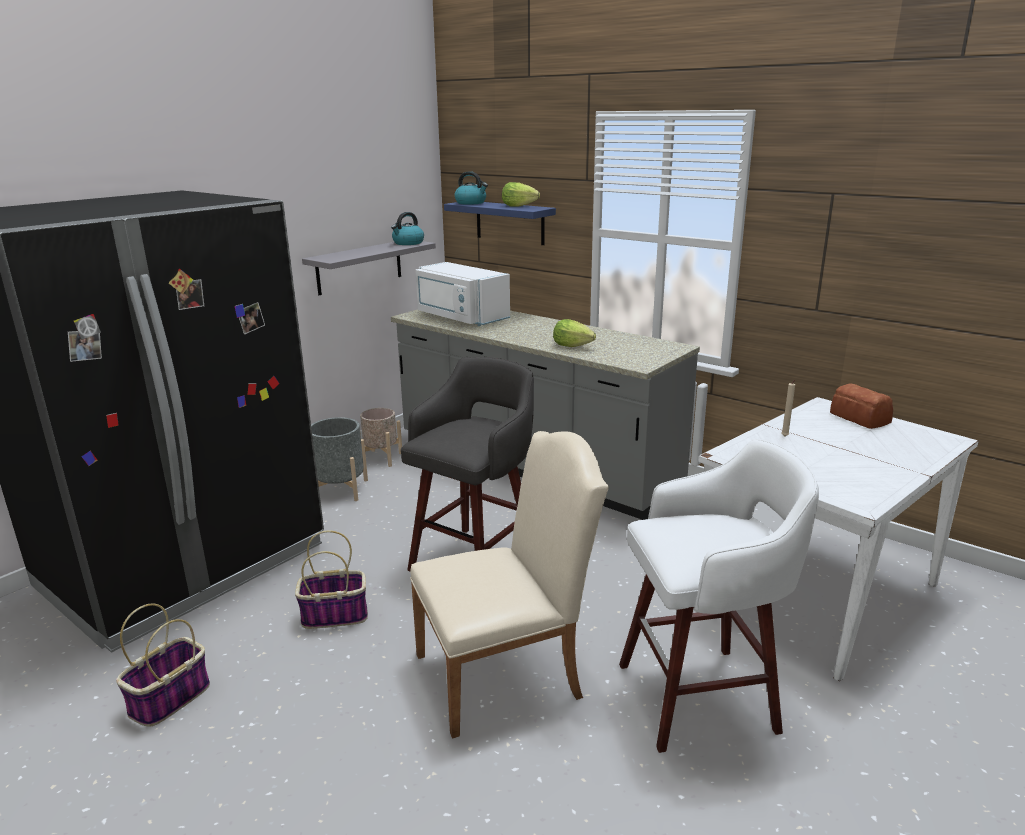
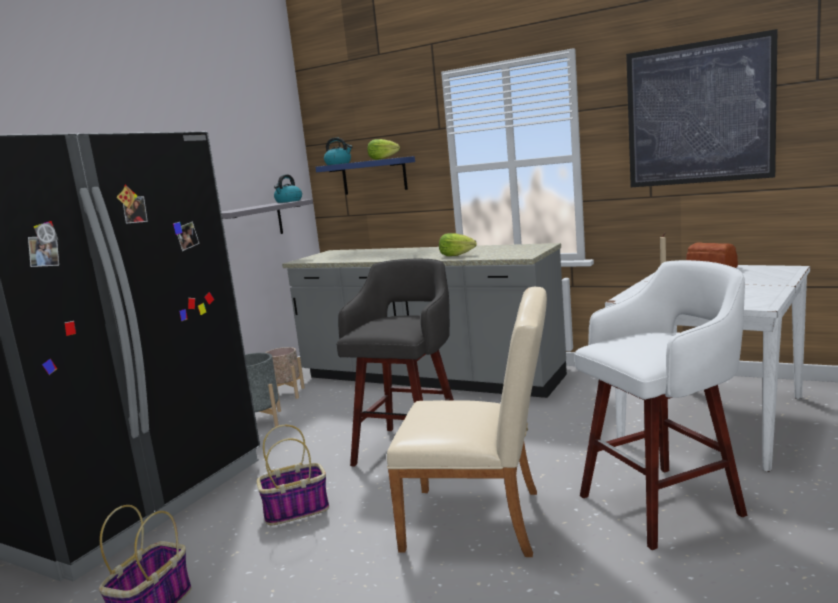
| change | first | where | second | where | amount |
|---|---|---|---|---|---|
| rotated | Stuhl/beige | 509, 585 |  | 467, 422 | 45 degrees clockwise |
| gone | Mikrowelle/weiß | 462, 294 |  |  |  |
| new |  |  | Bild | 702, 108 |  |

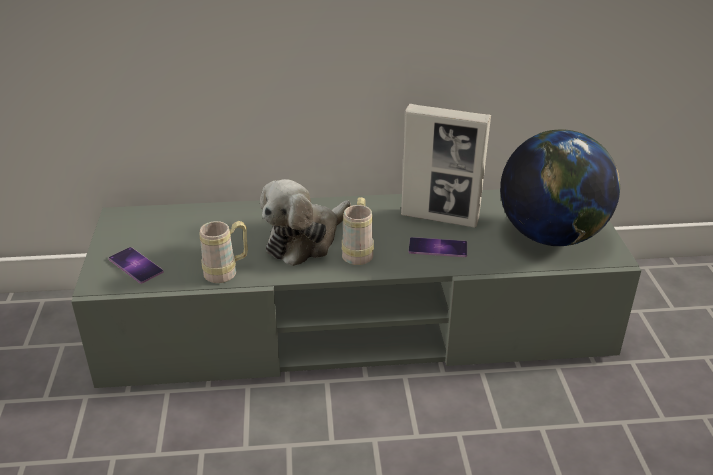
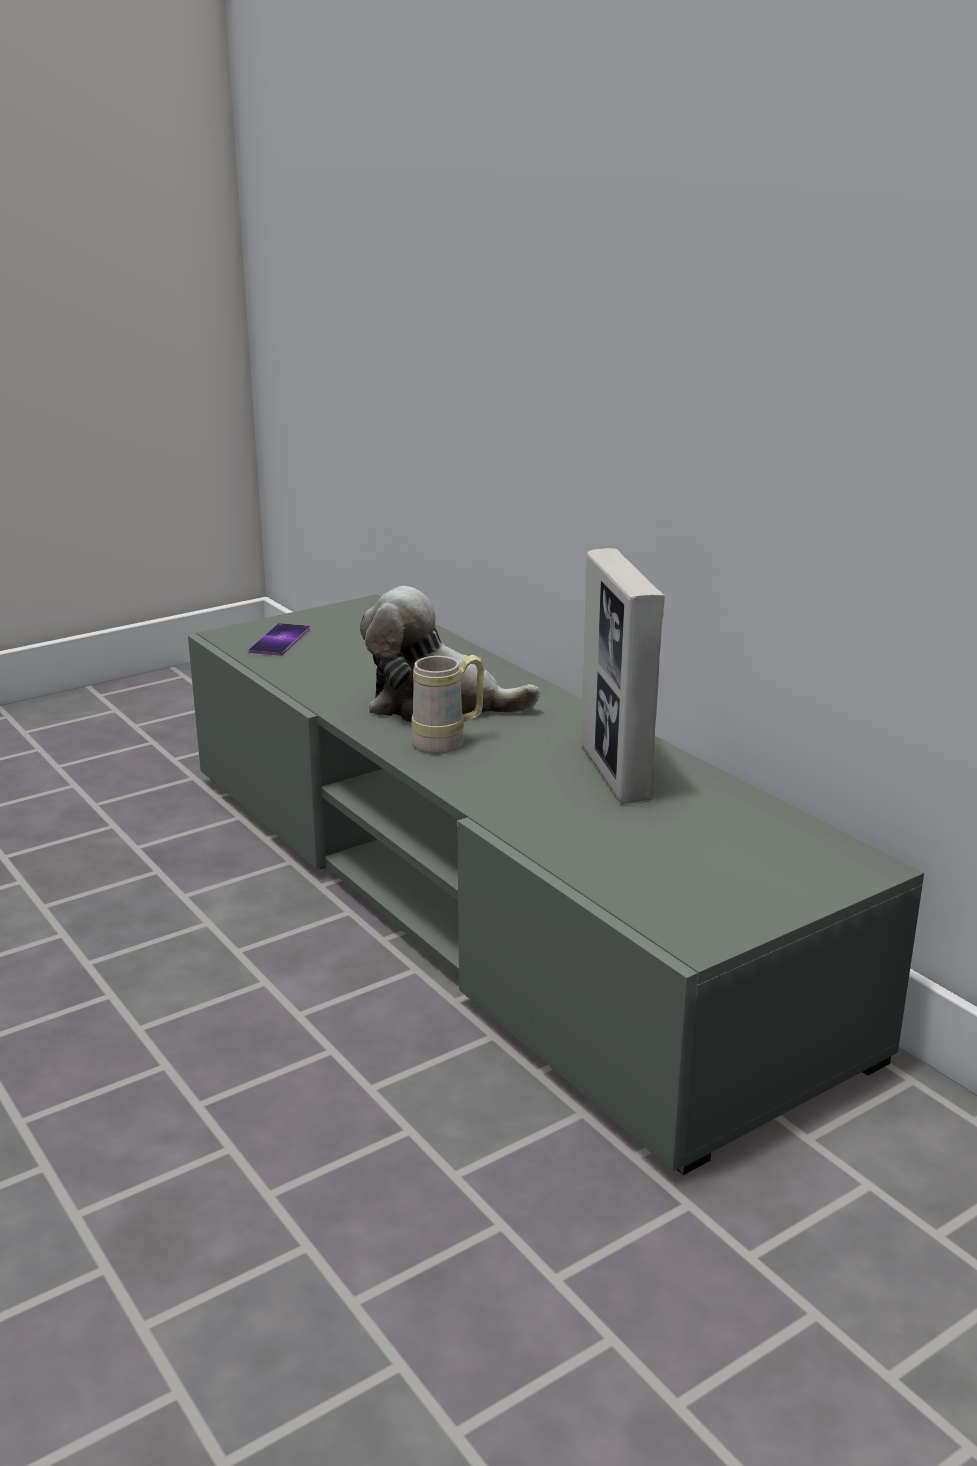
| change | first | where | second | where | amount |
|---|---|---|---|---|---|
| gone | Henkelbecher/beige | 223, 252 |  |  |  |
| gone | Handy | 438, 247 |  |  |  |
| gone | Globus | 560, 187 |  |  |  |

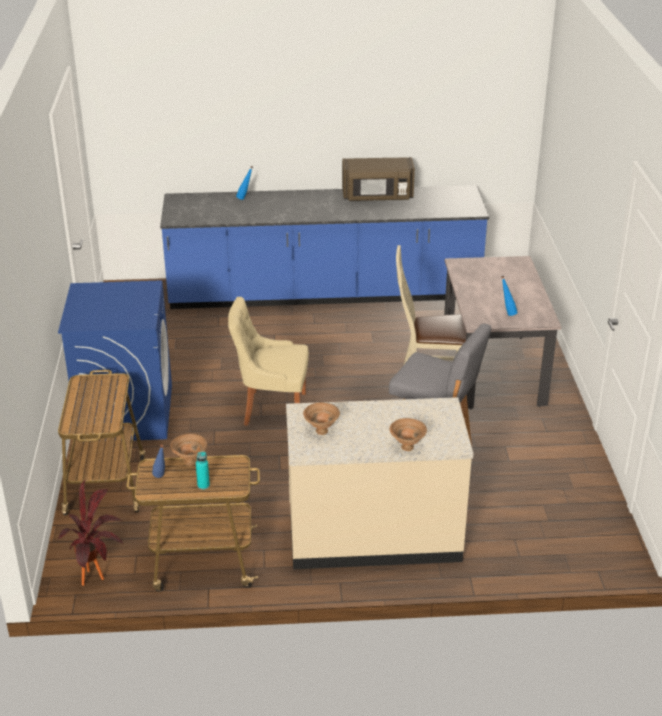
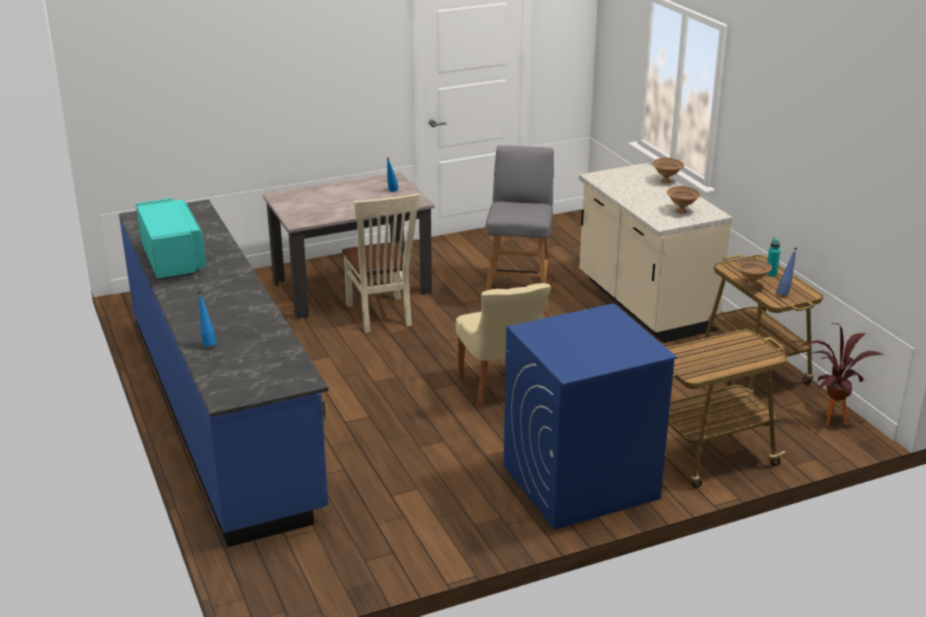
| change | first | where | second | where | amount |
|---|---|---|---|---|---|
| repainted | Mikrowelle/braun | 378, 179 | Mikrowelle/türkis | 171, 239 |  |

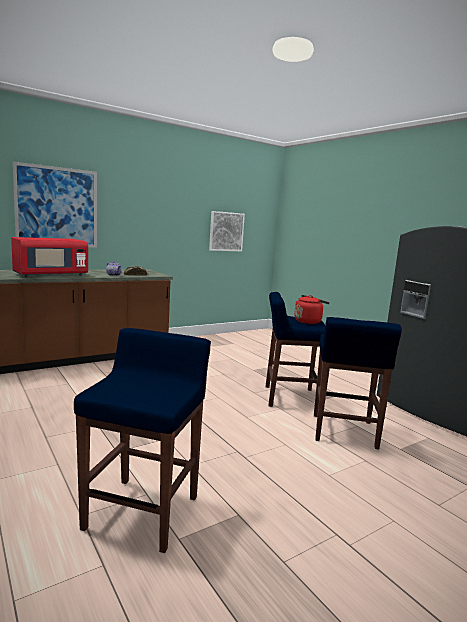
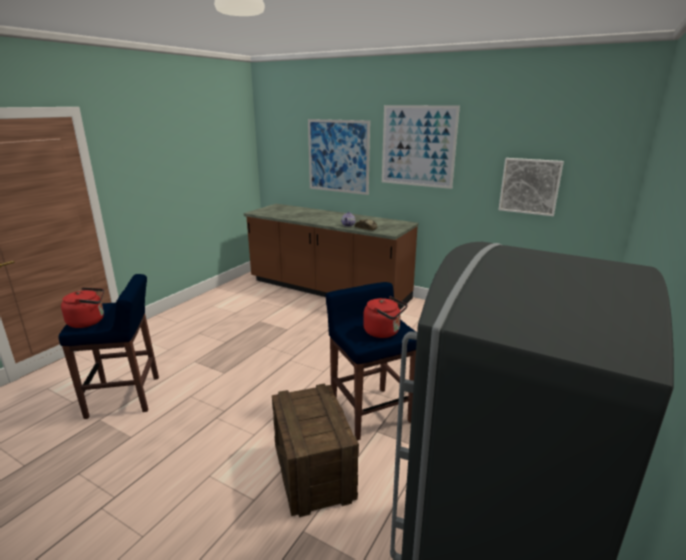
| change | first | where | second | where | amount |
|---|---|---|---|---|---|
| gone | Mikrowelle/rot | 49, 257 |  |  |  |
| swapped | Hocker/blau | 358, 383 | Kiste | 315, 450 |  |
| new |  |  | Wasserkessel/rot | 82, 307 |  |
| new |  |  | Bild | 421, 147 |  |

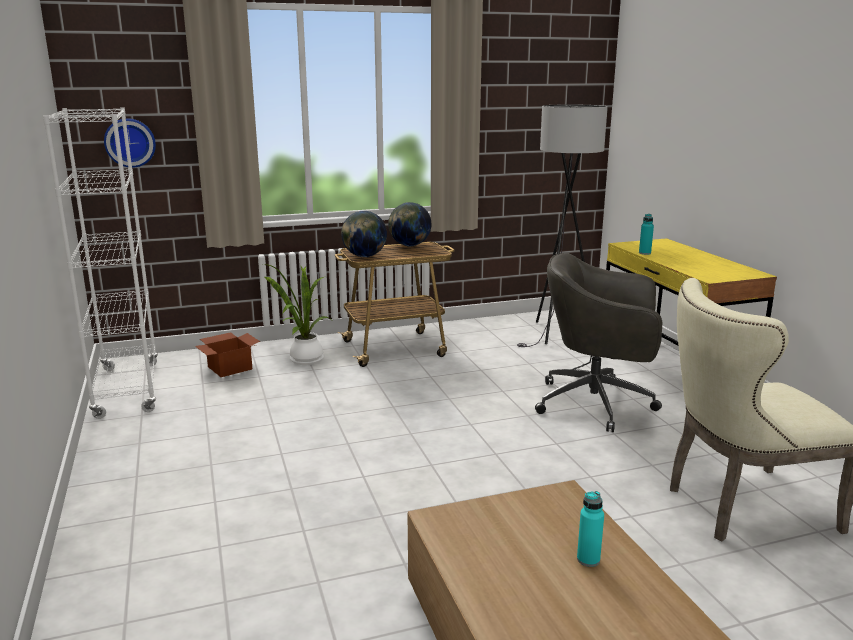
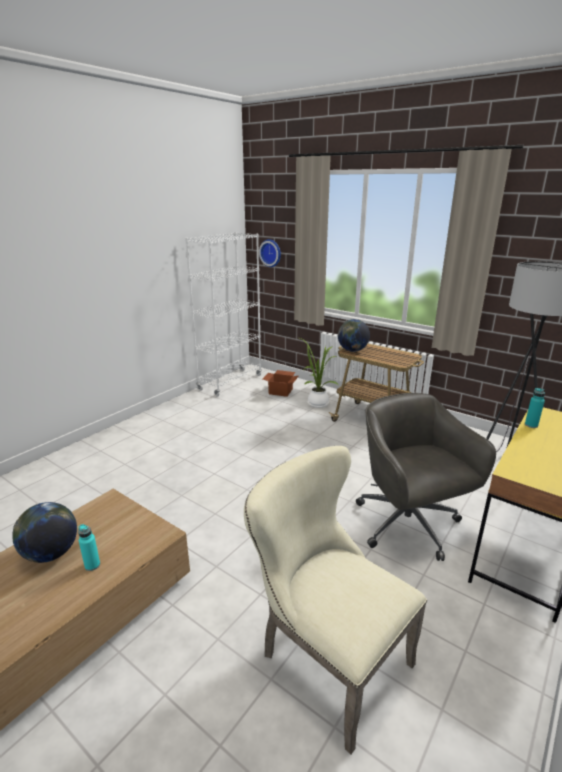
| change | first | where | second | where | amount |
|---|---|---|---|---|---|
| shifted | Globus | 409, 224 |  | 44, 532 |  |

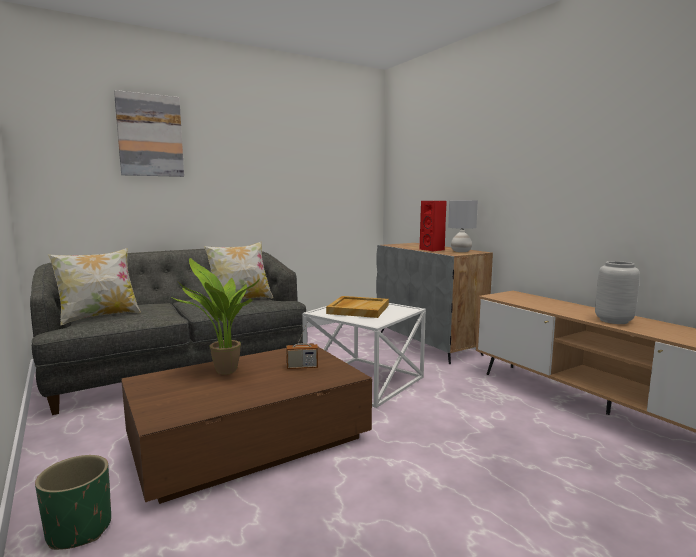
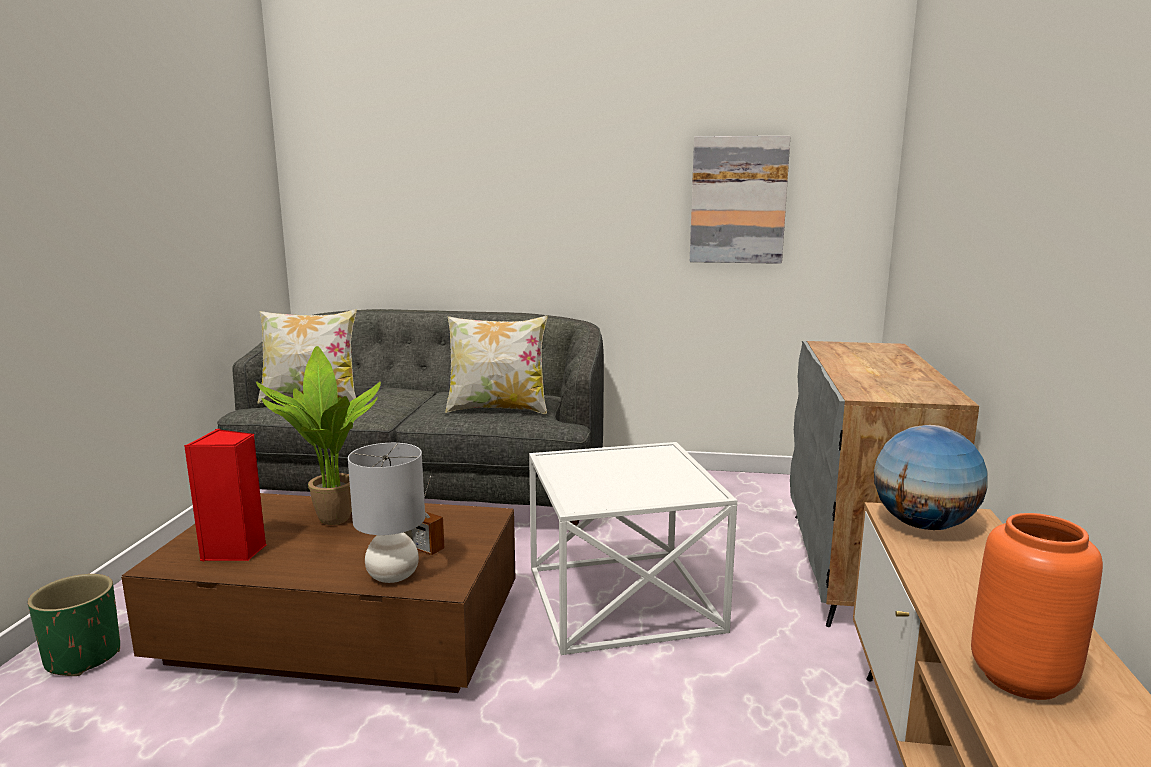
| change | first | where | second | where | amount |
|---|---|---|---|---|---|
| shifted | Bild | 149, 133 |  | 740, 200 |  |
| gone | Tablett/beige | 357, 307 |  |  |  |
| shifted | Lautsprecher/rot | 433, 226 |  | 225, 495 |  |
| shifted | Tischlampe/grau | 463, 226 |  | 386, 513 |  |
| repainted | Vase/grau | 617, 292 | Vase/orange | 1037, 606 |  |
| new |  |  | Globus | 931, 477 |  |

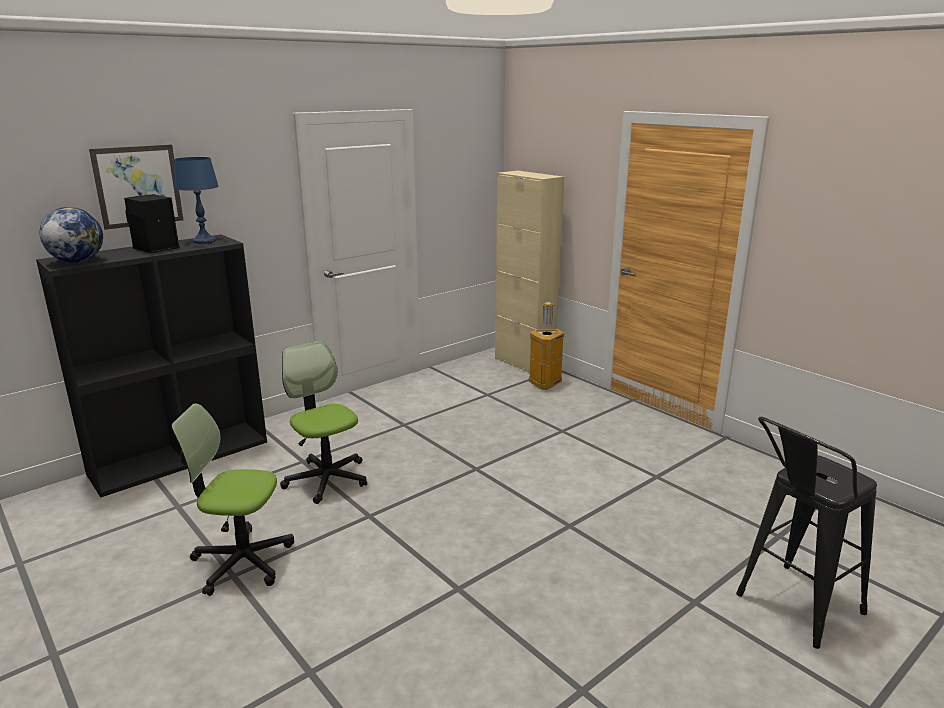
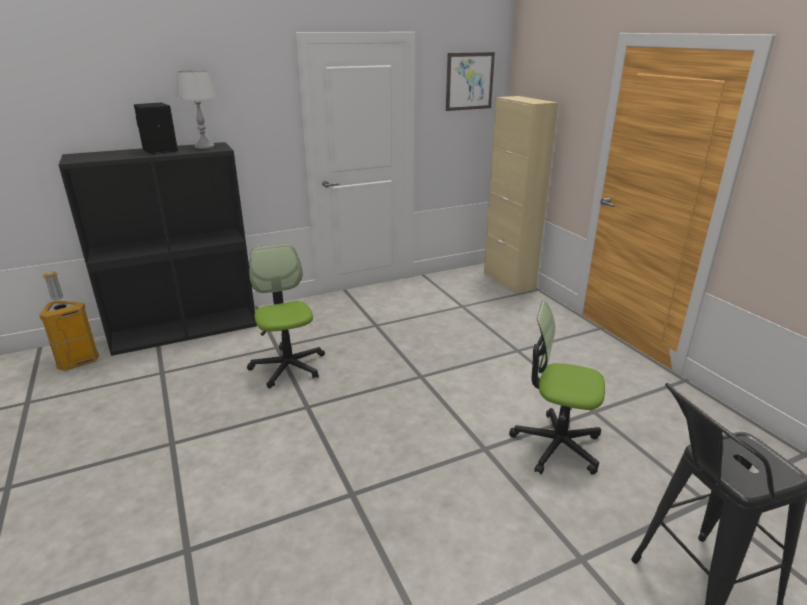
| change | first | where | second | where | amount |
|---|---|---|---|---|---|
| gone | Globus | 71, 235 |  |  |  |
| shifted | Bild | 136, 187 |  | 470, 81 |  |
| shifted | Bürostuhl | 232, 499 |  | 557, 388 |  |
| repainted | Tischlampe/blau | 196, 200 | Tischlampe/grau | 196, 109 |  |
| shifted | Mülleimer | 546, 346 |  | 69, 321 |  |

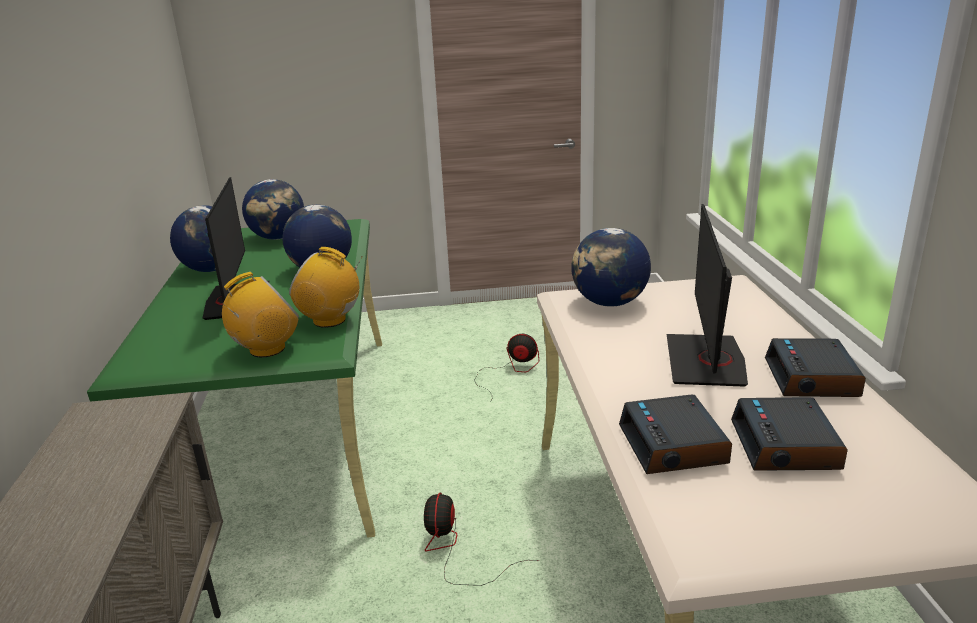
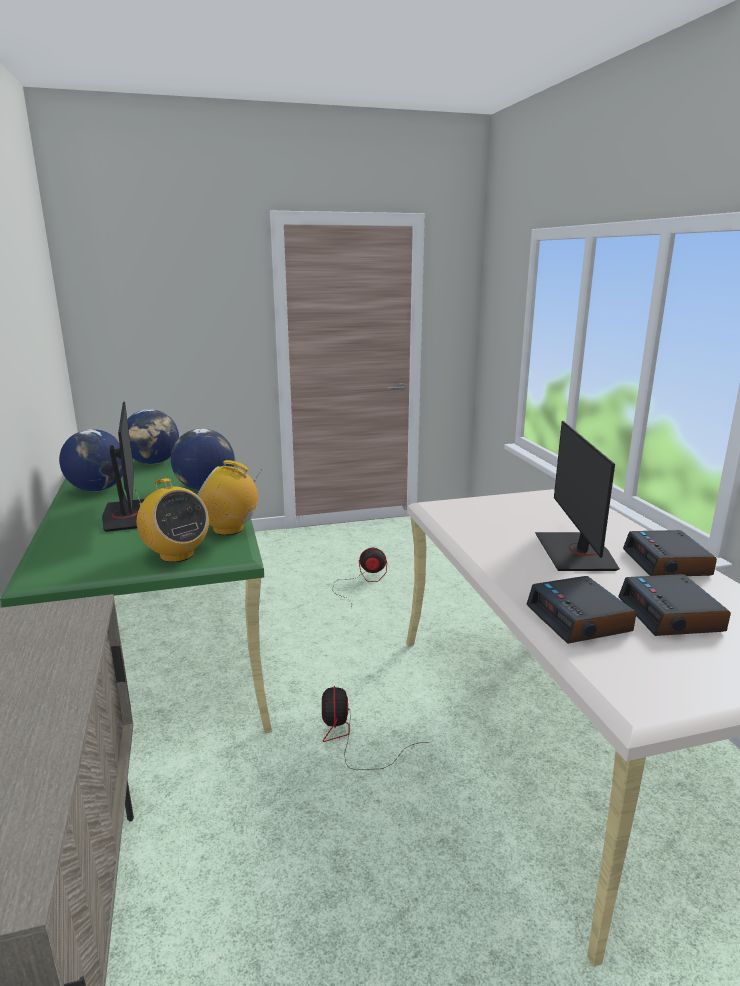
| change | first | where | second | where | amount |
|---|---|---|---|---|---|
| rotated | Radio | 261, 314 |  | 172, 520 | 90 degrees clockwise |
| gone | Globus | 611, 267 |  |  |  |

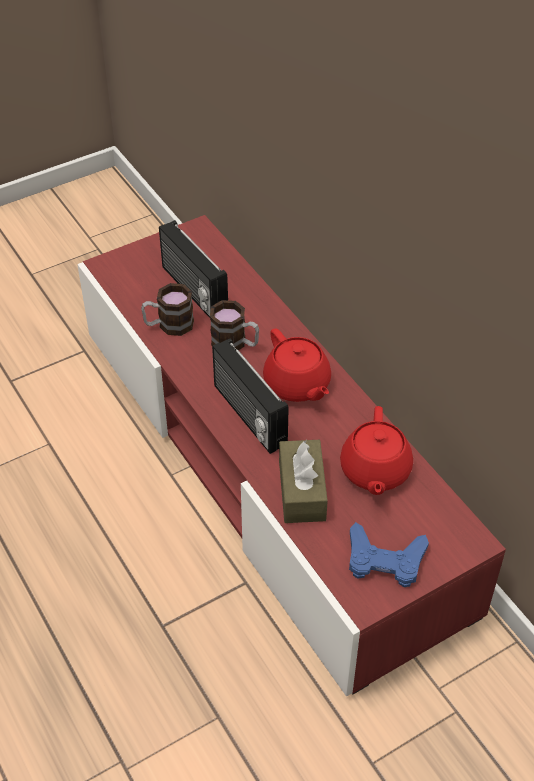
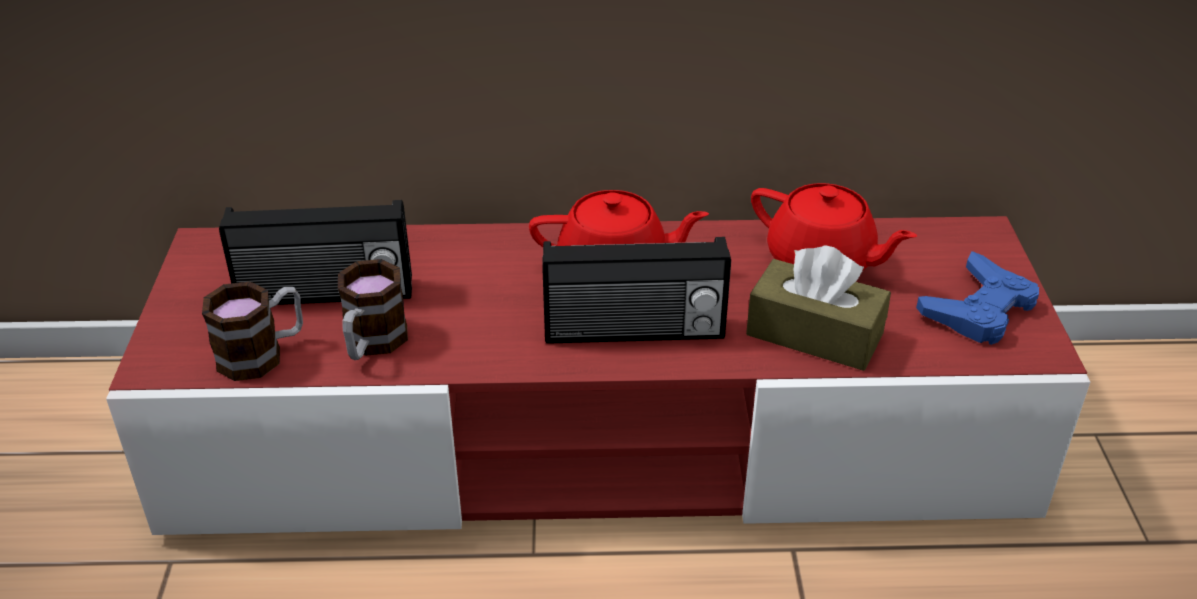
| change | first | where | second | where | amount |
|---|---|---|---|---|---|
| shifted | Henkelbecher | 234, 325 |  | 252, 331 |  |

